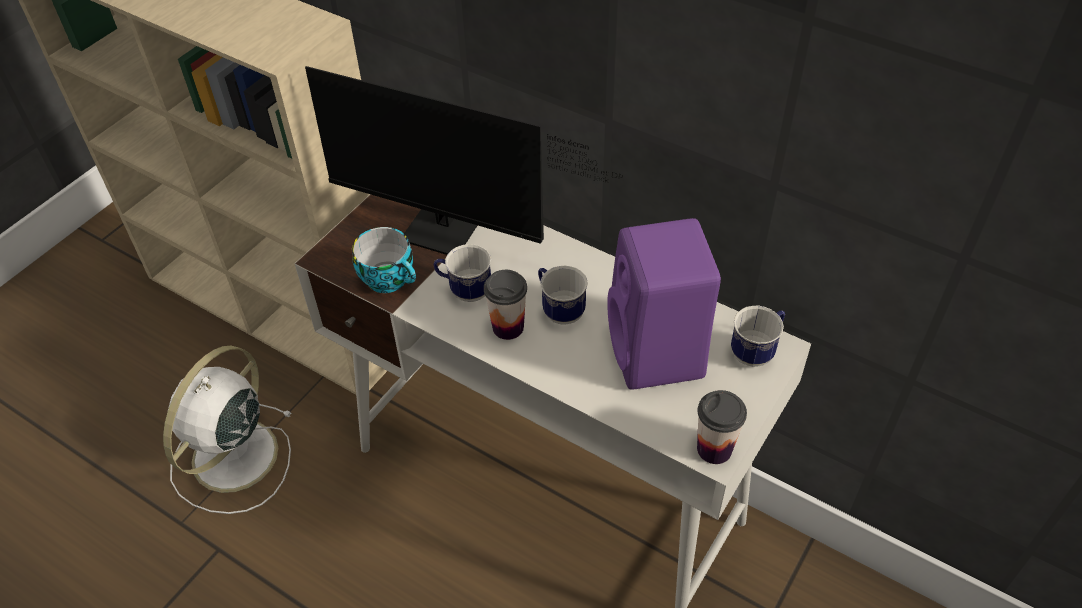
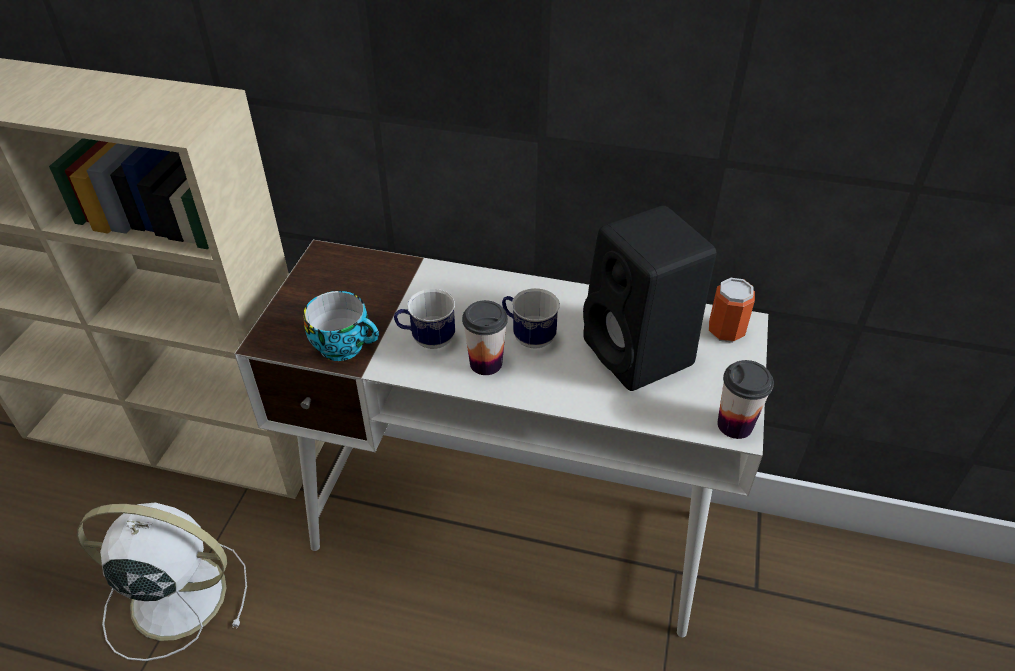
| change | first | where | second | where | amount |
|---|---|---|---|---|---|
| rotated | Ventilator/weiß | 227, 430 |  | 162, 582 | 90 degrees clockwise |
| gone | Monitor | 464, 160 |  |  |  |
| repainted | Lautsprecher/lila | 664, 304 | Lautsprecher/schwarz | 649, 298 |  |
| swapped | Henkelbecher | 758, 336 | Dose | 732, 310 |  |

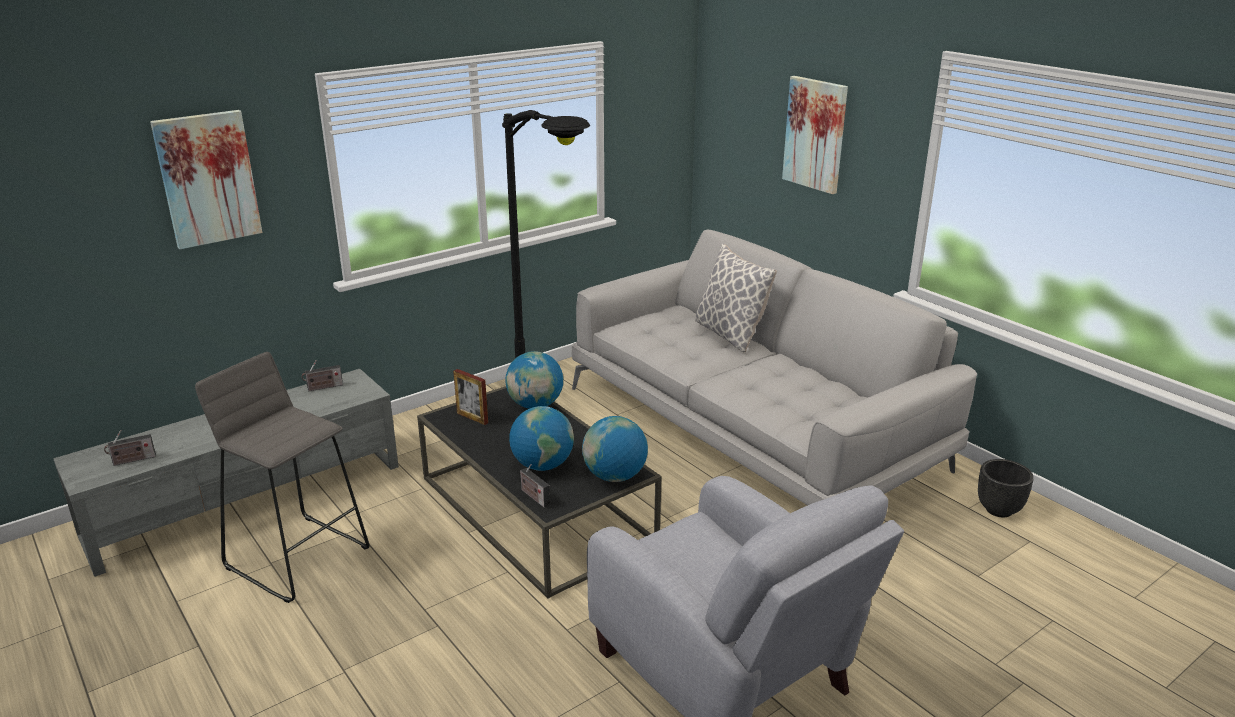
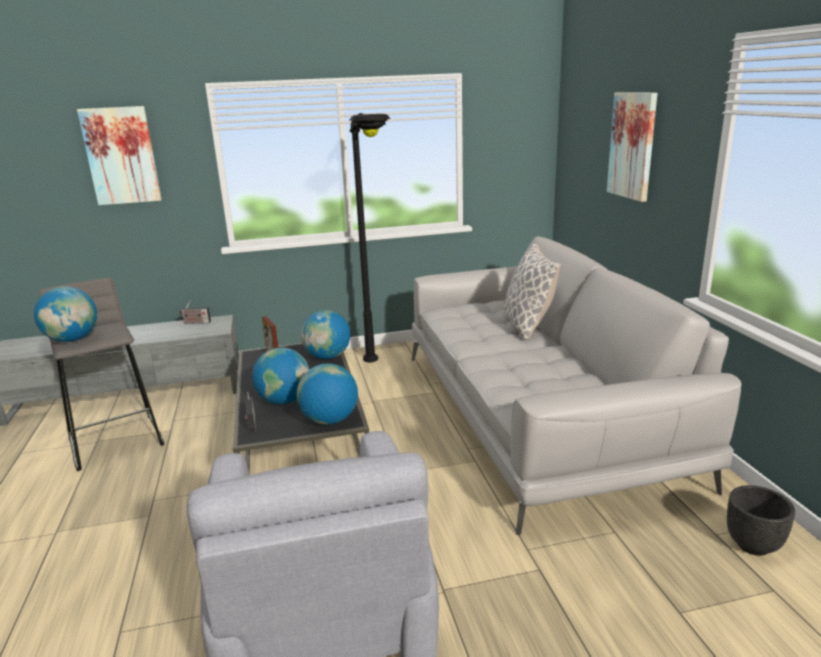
| change | first | where | second | where | amount |
|---|---|---|---|---|---|
| gone | Radio | 130, 448 |  |  |  |
| new |  |  | Globus | 65, 314 |  |

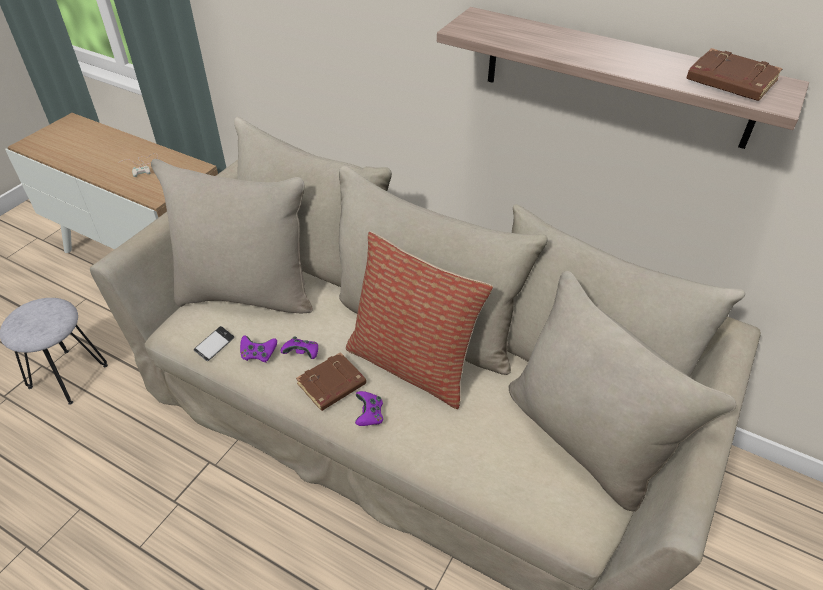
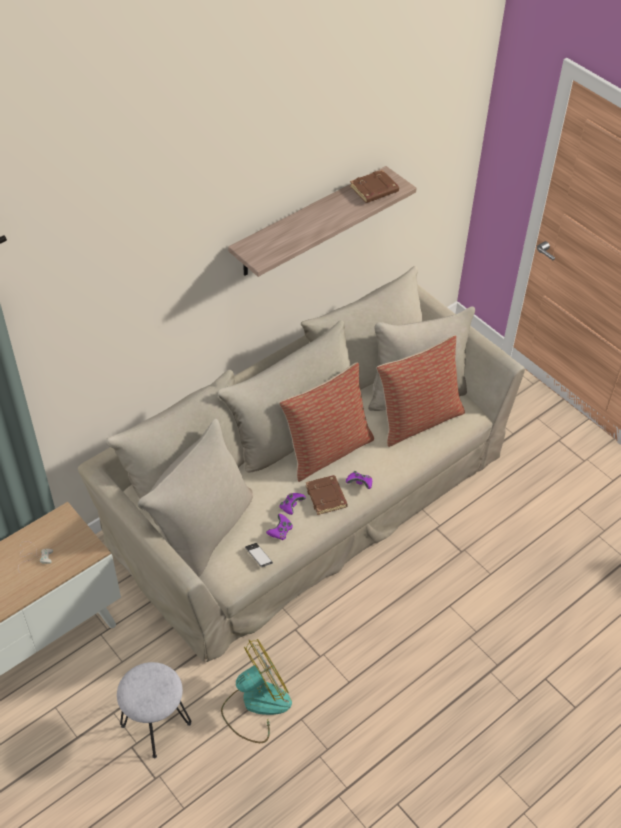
| change | first | where | second | where | amount |
|---|---|---|---|---|---|
| new |  |  | Ventilator | 256, 691 |  |
| new |  |  | Kissen | 421, 391 |  |

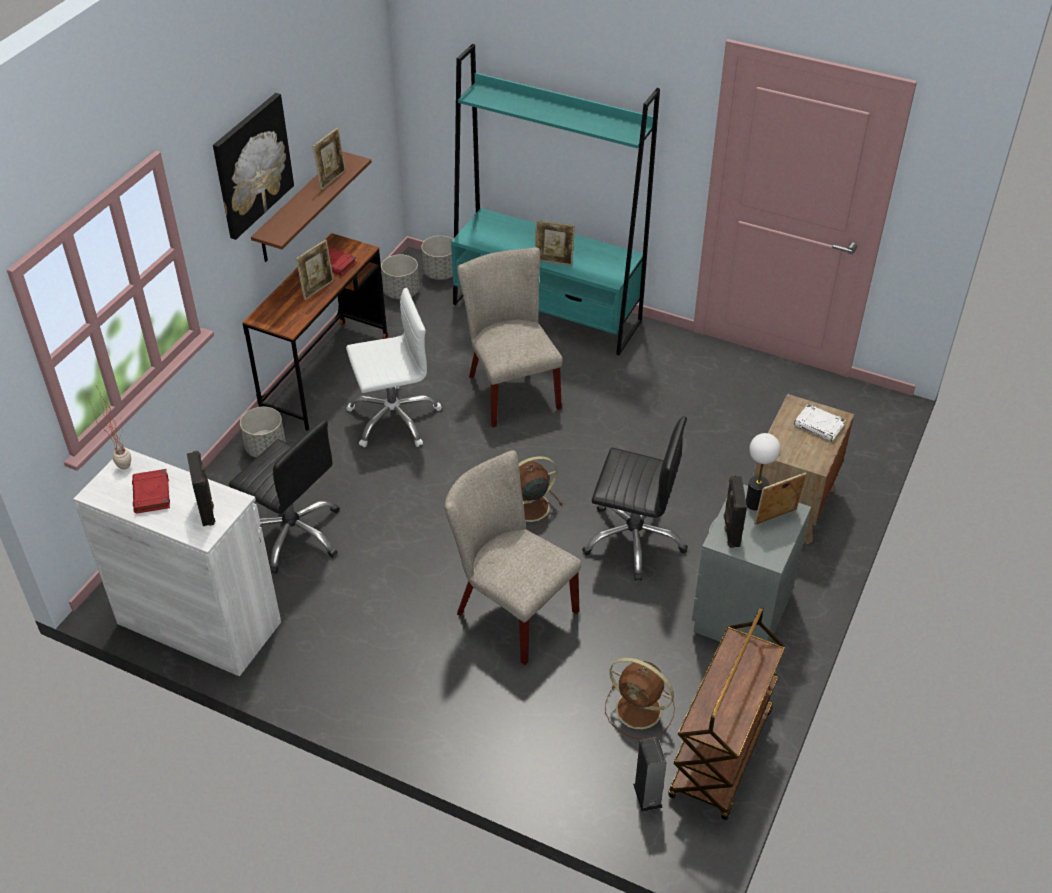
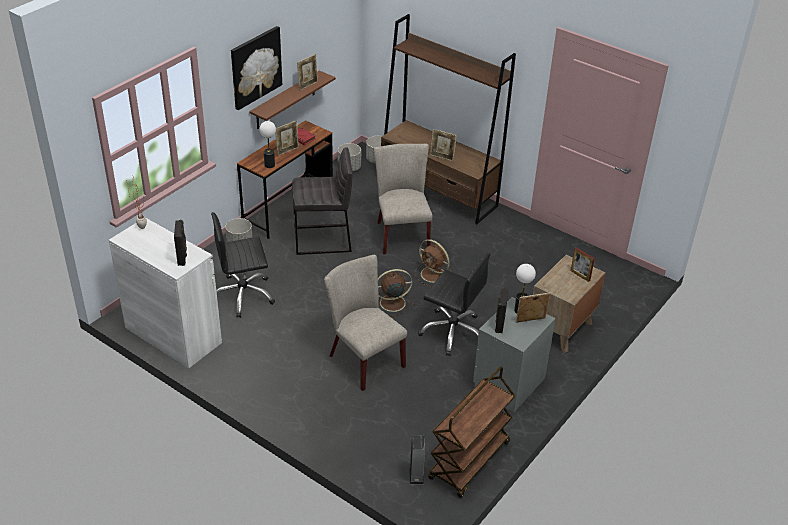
| change | first | where | second | where | amount |
|---|---|---|---|---|---|
| gone | Buch/rot | 151, 491 |  |  |  |
| rotated | Bürostuhl/schwarz | 284, 497 |  | 243, 265 | 120 degrees clockwise |
| swapped | Bürostuhl/weiß | 394, 367 | Hocker/grau | 322, 201 |  |
| repainted | Bücherregal/türkis | 555, 199 | Bücherregal/braun | 448, 119 |  |
| shifted | Ventilator/braun | 640, 698 |  | 433, 263 |  |
| swapped | Buch/weiß | 820, 422 | Bilderrahmen | 583, 264 |  |
| new |  |  | Tischlampe | 267, 144 |  |

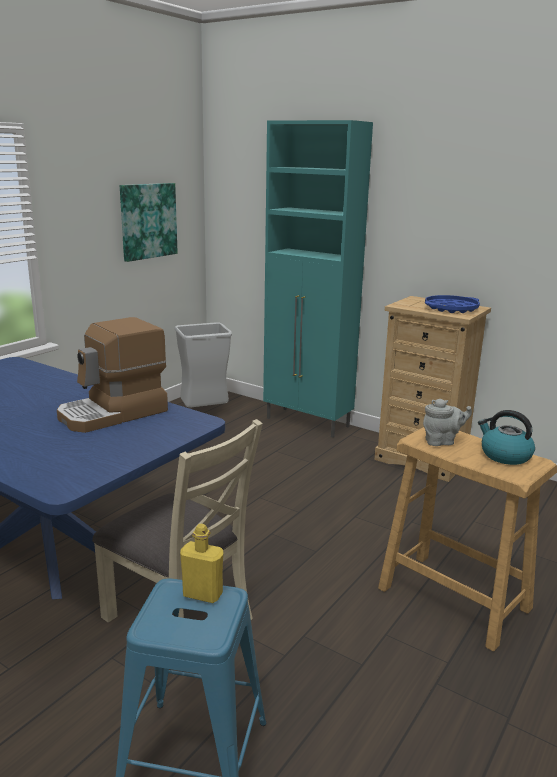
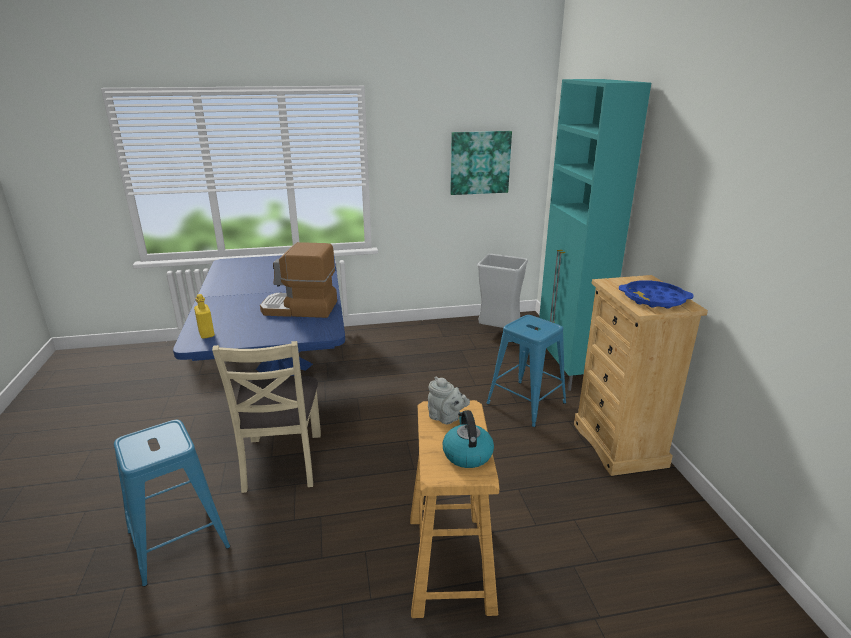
| change | first | where | second | where | amount |
|---|---|---|---|---|---|
| shifted | Flasche/gelb | 201, 563 |  | 204, 316 |  |
| new |  |  | Hocker/blau | 526, 371 |  |

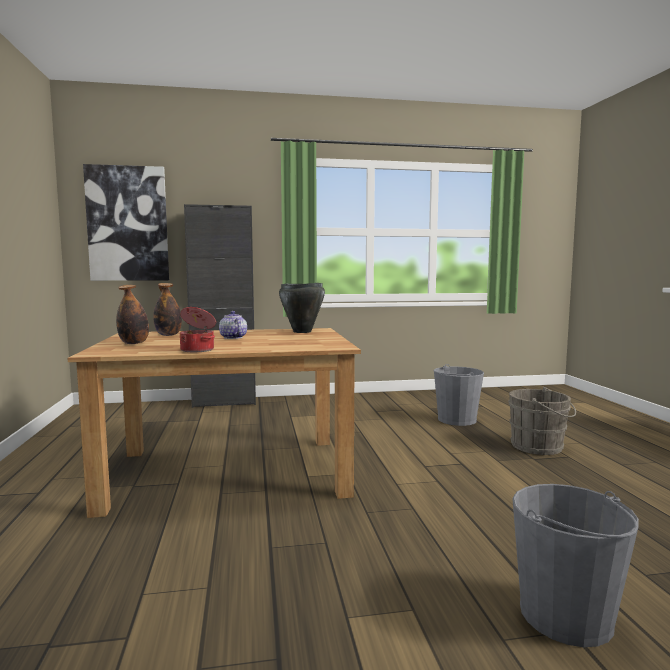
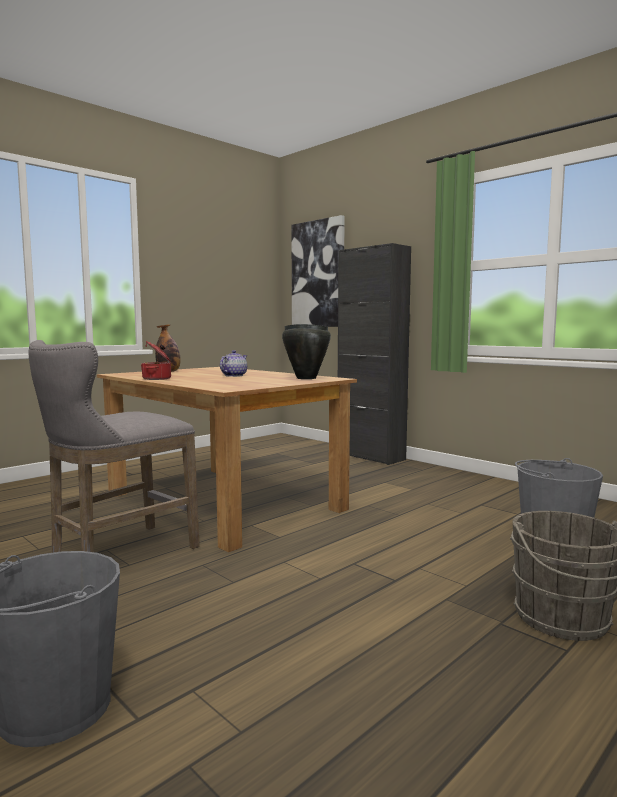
| change | first | where | second | where | amount |
|---|---|---|---|---|---|
| gone | Flasche | 167, 309 |  |  |  |
| new |  |  | Hocker/grau | 114, 446 |  |

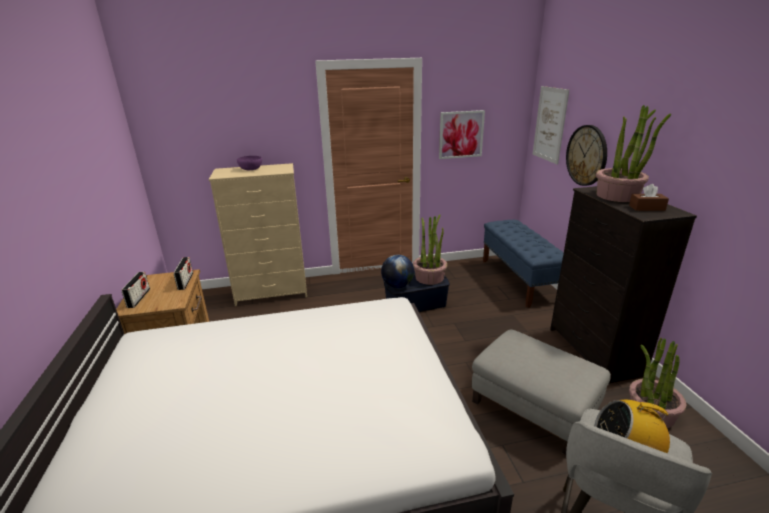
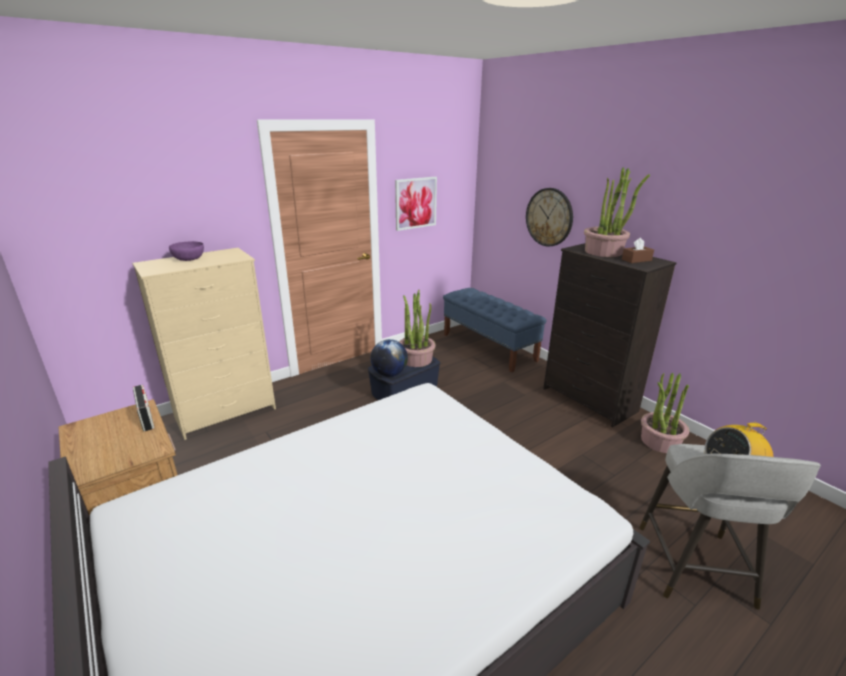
| change | first | where | second | where | amount |
|---|---|---|---|---|---|
| gone | Radio | 135, 290 |  |  |  |
| gone | Polsterhocker/grau | 541, 392 |  |  |  |
| gone | Bild | 551, 125 |  |  |  |

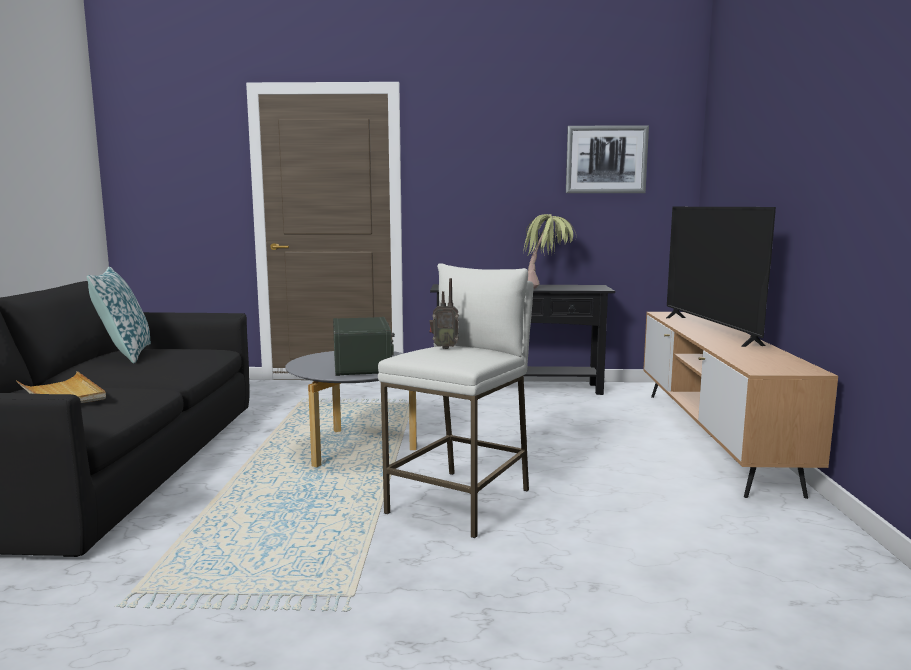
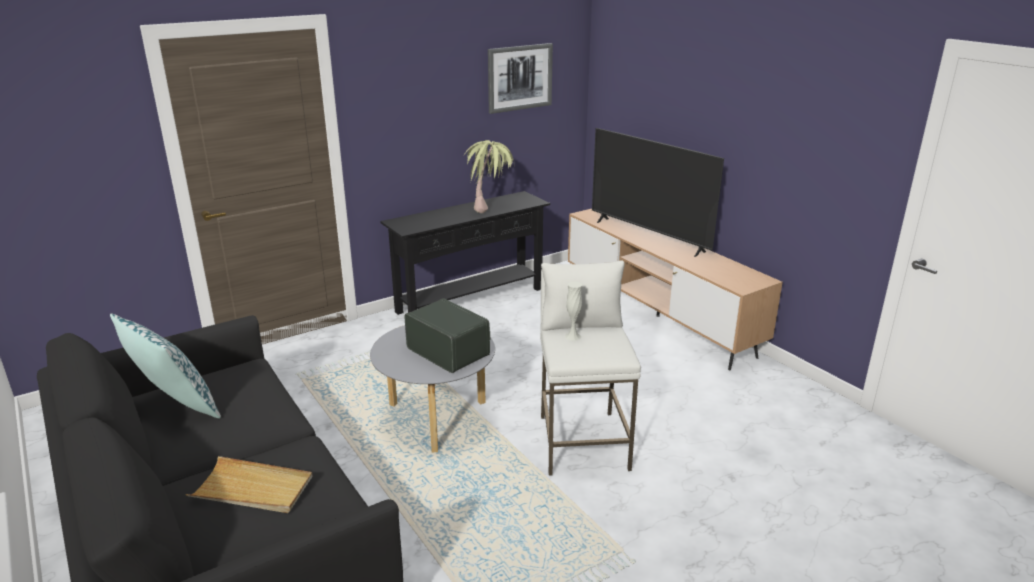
| change | first | where | second | where | amount |
|---|---|---|---|---|---|
| swapped | Radio | 444, 313 | Vase/weiß | 573, 311 |  |

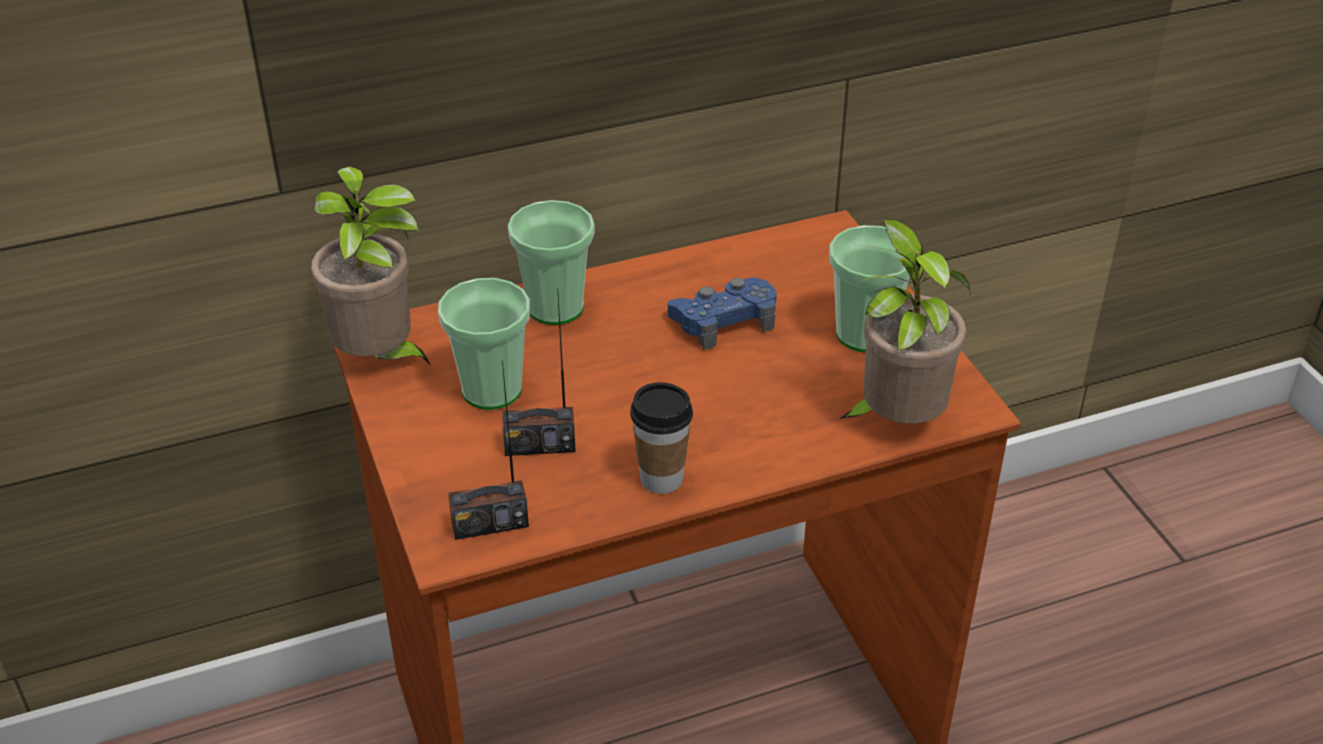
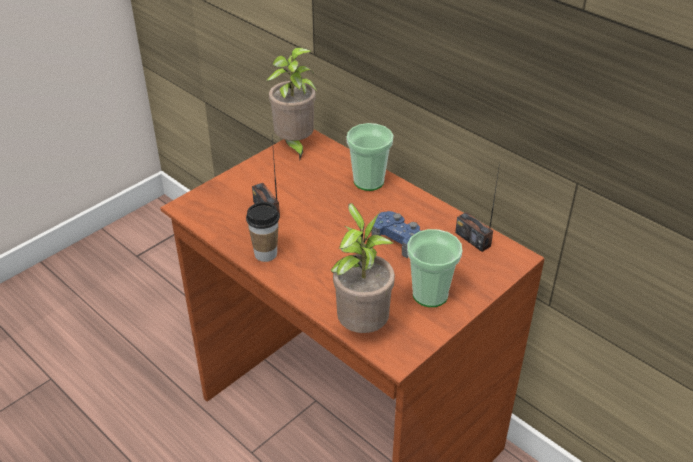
| change | first | where | second | where | amount |
|---|---|---|---|---|---|
| gone | Tasse | 484, 344 |  |  |  |
| shifted | Radio | 488, 450 |  | 477, 207 |  |

